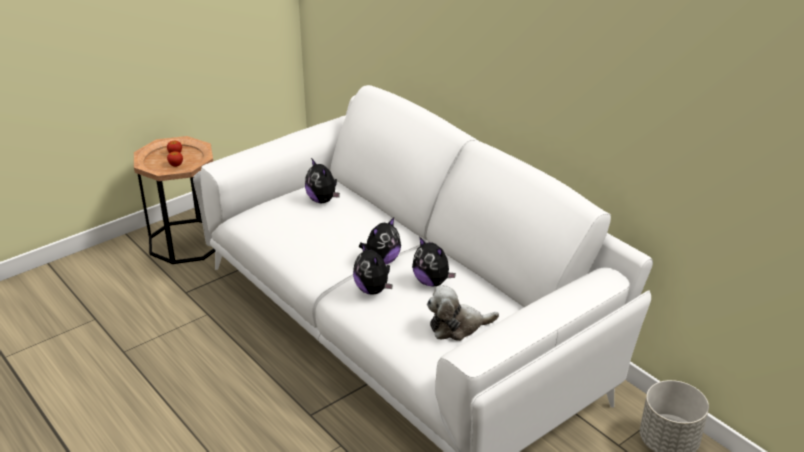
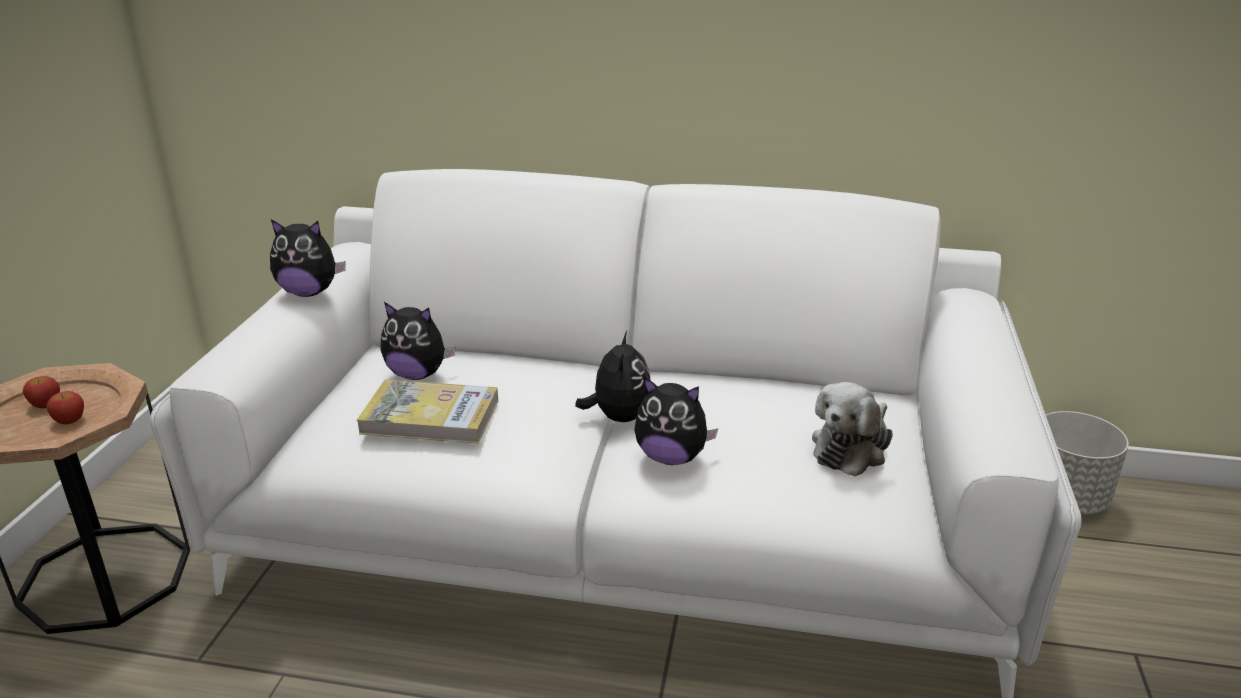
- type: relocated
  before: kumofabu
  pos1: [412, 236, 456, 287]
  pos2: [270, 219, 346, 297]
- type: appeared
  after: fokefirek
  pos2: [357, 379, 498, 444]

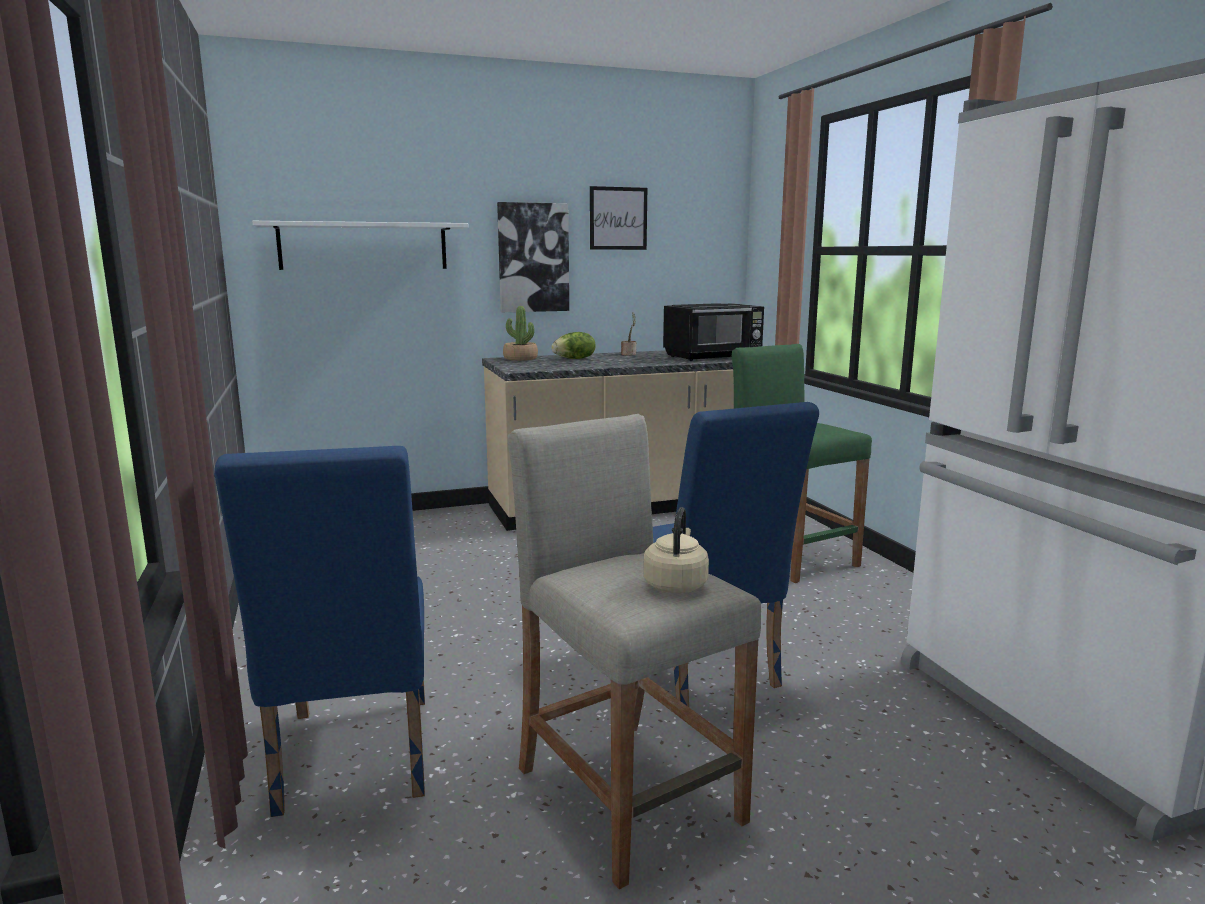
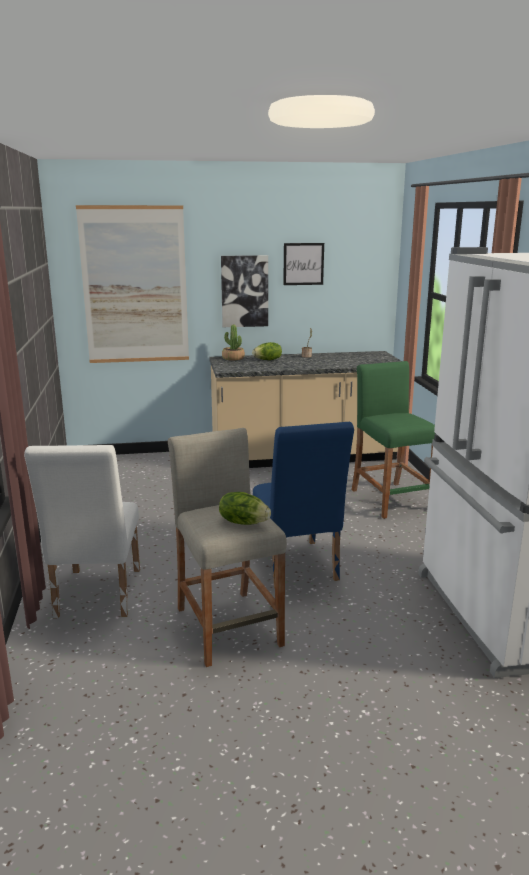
- type: exchanged
  before: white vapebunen
  after: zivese
  pos1: [253, 221, 469, 270]
  pos2: [76, 205, 189, 363]
- type: missing
  before: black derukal
  pos1: [663, 303, 764, 361]
- type: colour
  before: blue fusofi
  after: white fusofi
  pos1: [214, 446, 425, 817]
  pos2: [24, 445, 140, 618]
- type: exchanged
  before: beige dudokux
  after: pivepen
  pos1: [644, 507, 709, 593]
  pos2: [219, 492, 271, 525]

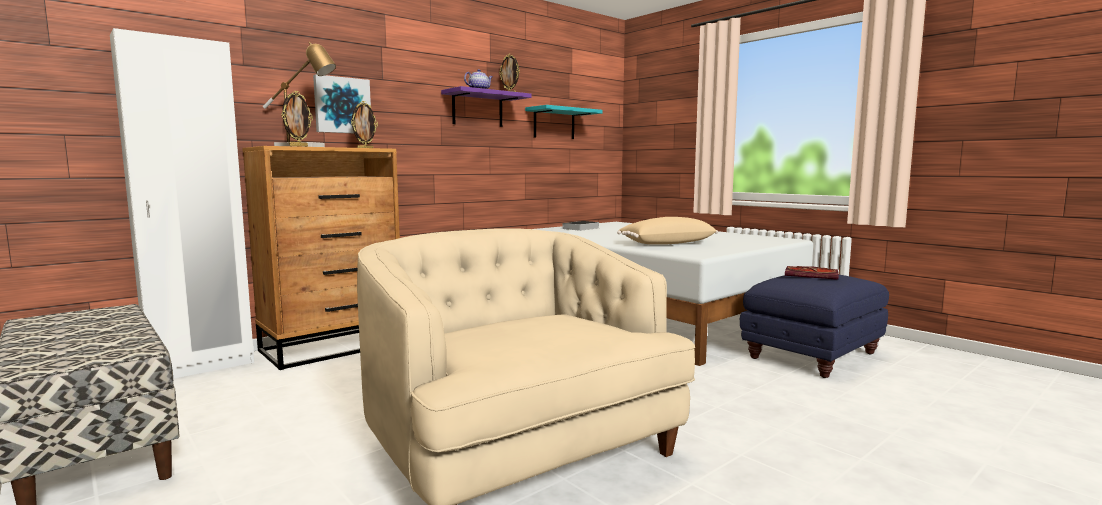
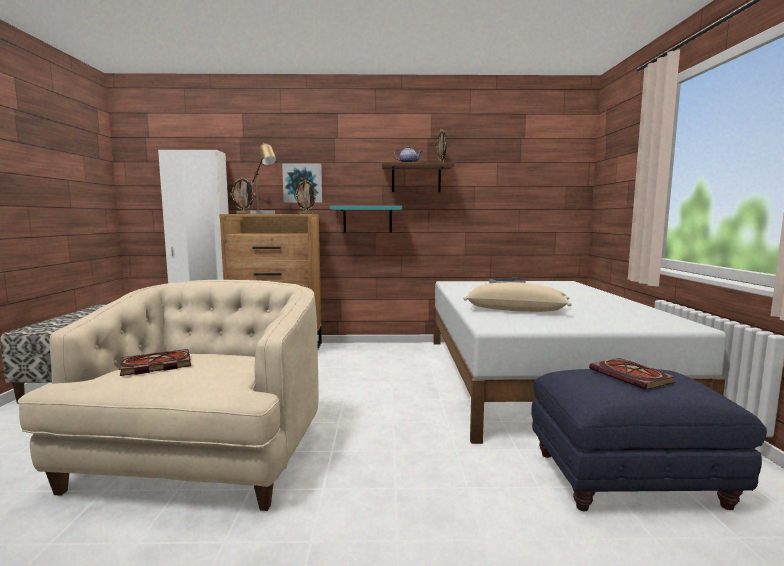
- type: colour
  before: purple vapebunen
  after: brown vapebunen
  pos1: [441, 86, 531, 127]
  pos2: [382, 162, 455, 192]
- type: relocated
  before: turquoise vapebunen
  pos1: [525, 105, 603, 139]
  pos2: [330, 206, 402, 232]
- type: appeared
  after: fokefirek
  pos2: [119, 349, 191, 376]

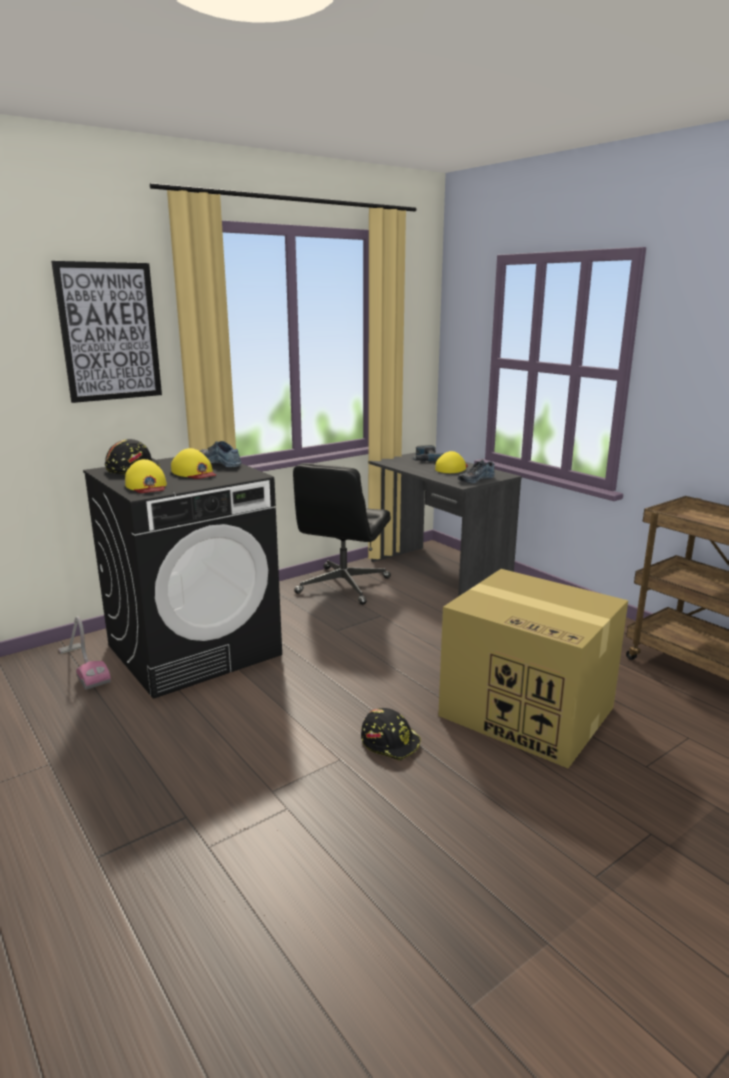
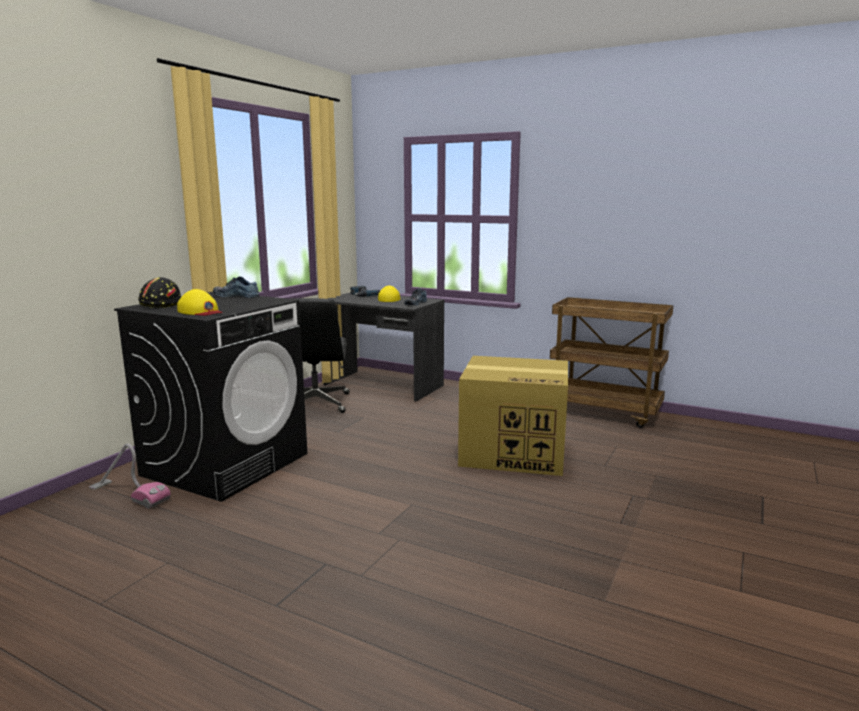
- type: missing
  before: zivese
  pos1: [51, 261, 162, 403]
- type: missing
  before: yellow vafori
  pos1: [171, 448, 216, 479]
- type: missing
  before: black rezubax
  pos1: [361, 708, 421, 761]

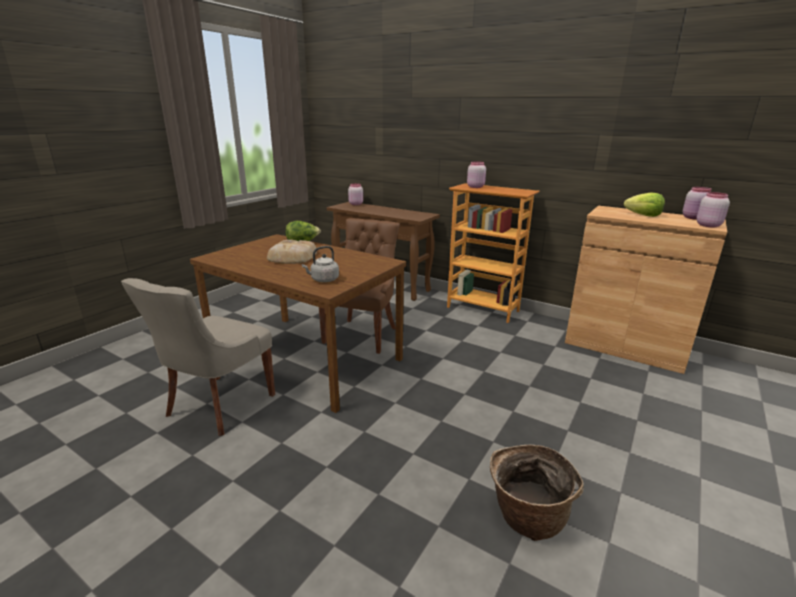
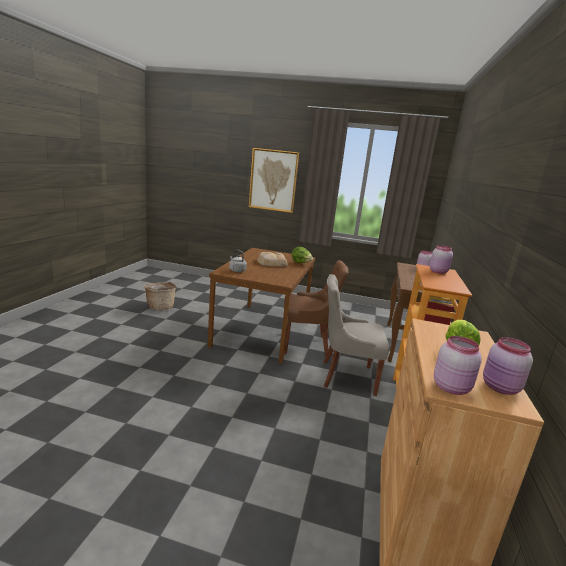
- type: relocated
  before: grey fusofi
  pos1: [121, 278, 275, 436]
  pos2: [323, 274, 389, 396]
- type: relocated
  before: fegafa
  pos1: [490, 445, 584, 541]
  pos2: [144, 282, 176, 310]
- type: appeared
  after: zivese
  pos2: [249, 148, 299, 213]

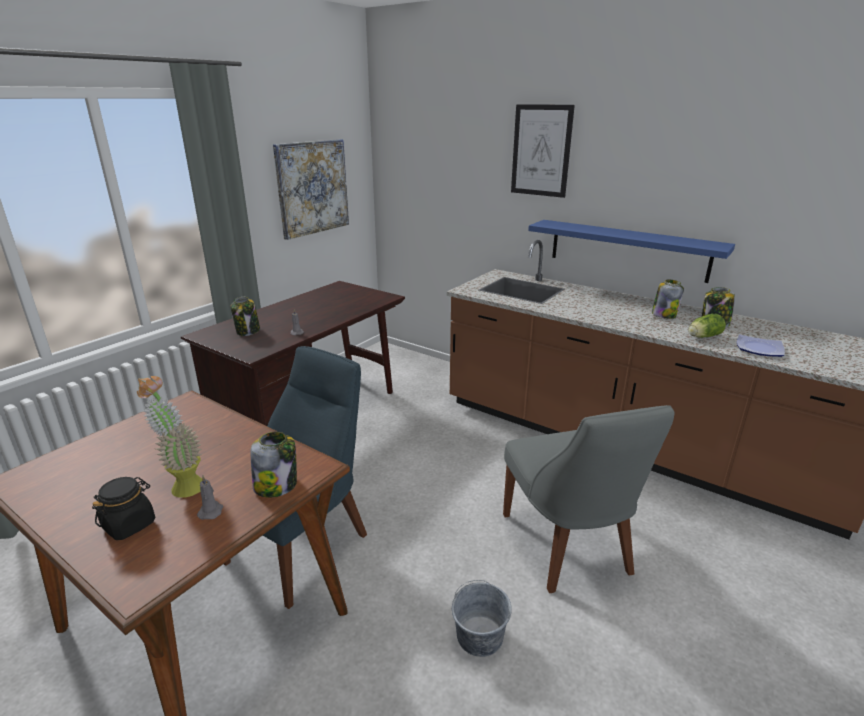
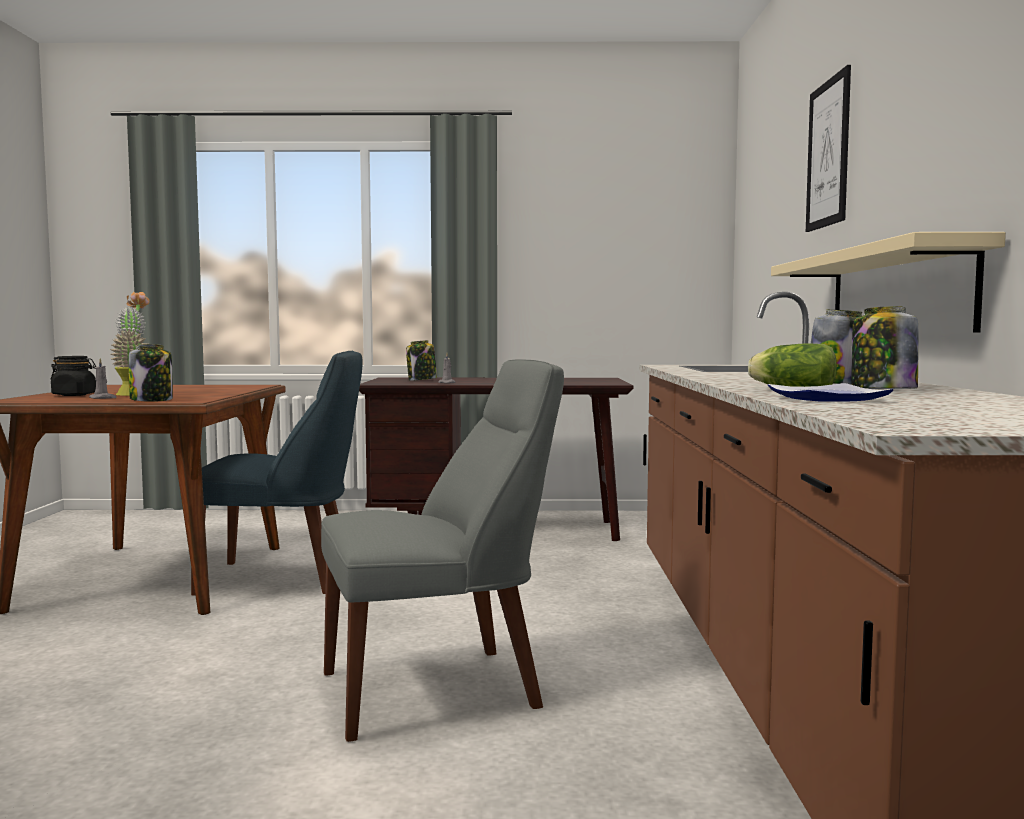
- type: missing
  before: zivese
  pos1: [273, 139, 349, 240]
- type: colour
  before: blue vapebunen
  after: beige vapebunen
  pos1: [528, 220, 735, 283]
  pos2: [771, 232, 1006, 332]
- type: spun
  before: grey fusofi
  pos1: [503, 405, 675, 593]
  pos2: [321, 359, 564, 742]
  turn: -150
- type: missing
  before: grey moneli
  pos1: [452, 580, 512, 657]

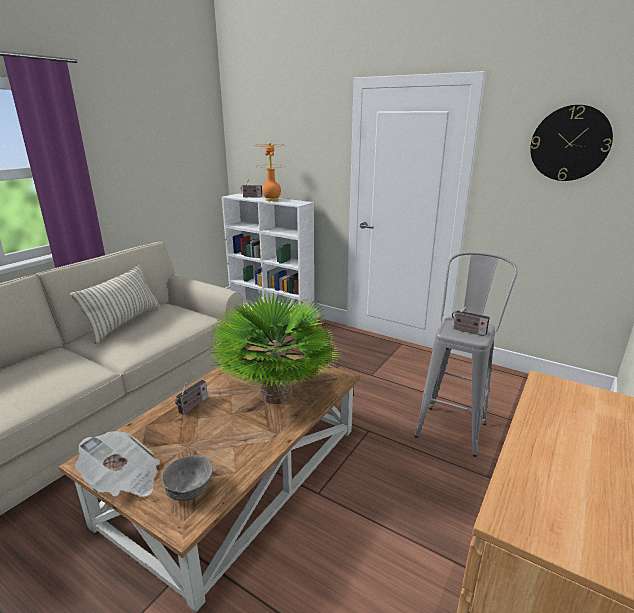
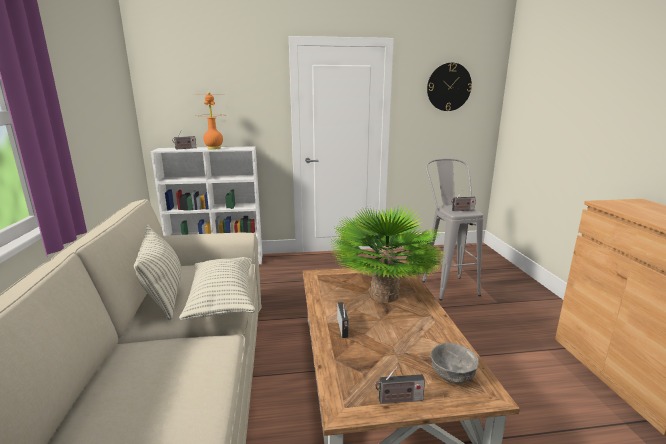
- type: exchanged
  before: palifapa
  after: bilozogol
  pos1: [75, 431, 160, 497]
  pos2: [375, 367, 425, 404]
- type: appeared
  after: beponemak
  pos2: [179, 257, 255, 320]

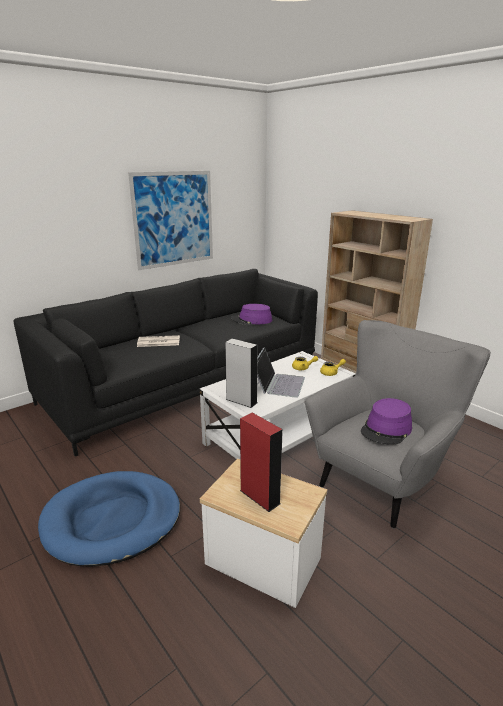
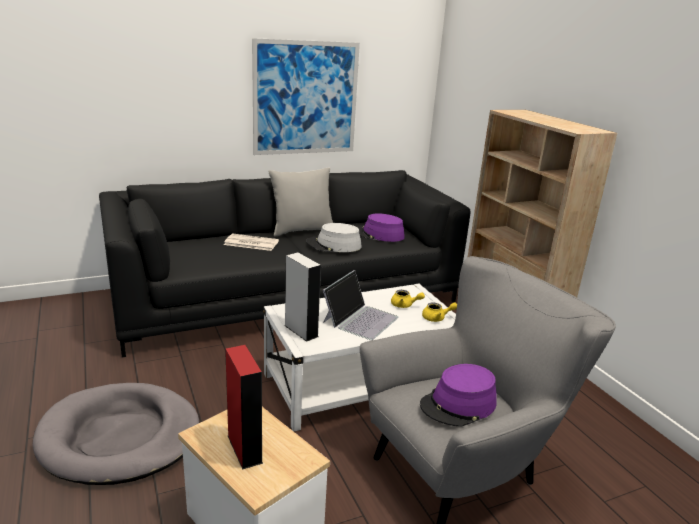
- type: colour
  before: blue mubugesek
  after: grey mubugesek
  pos1: [38, 471, 180, 567]
  pos2: [32, 383, 199, 485]
- type: appeared
  after: grey beponemak
  pos2: [268, 168, 333, 237]
- type: appeared
  after: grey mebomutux
  pos2: [306, 223, 362, 252]

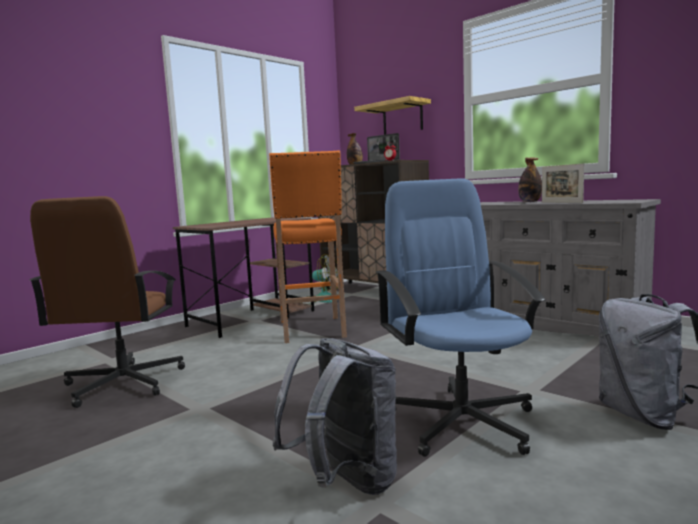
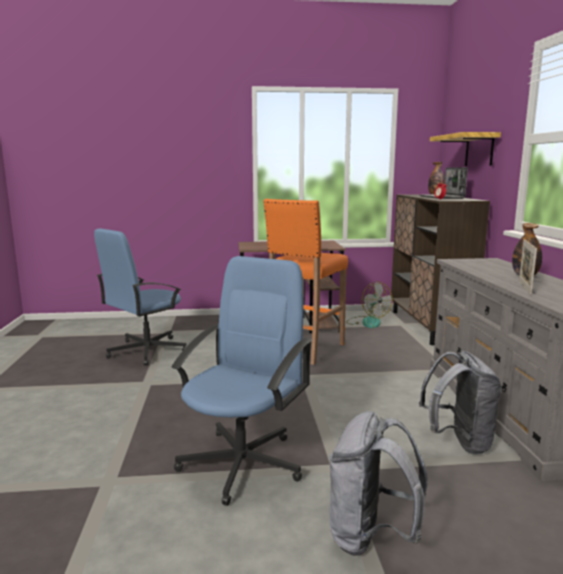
- type: colour
  before: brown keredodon
  after: blue keredodon
  pos1: [29, 196, 185, 408]
  pos2: [94, 229, 187, 365]
- type: relocated
  before: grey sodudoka
  pos1: [273, 338, 397, 495]
  pos2: [419, 351, 501, 454]

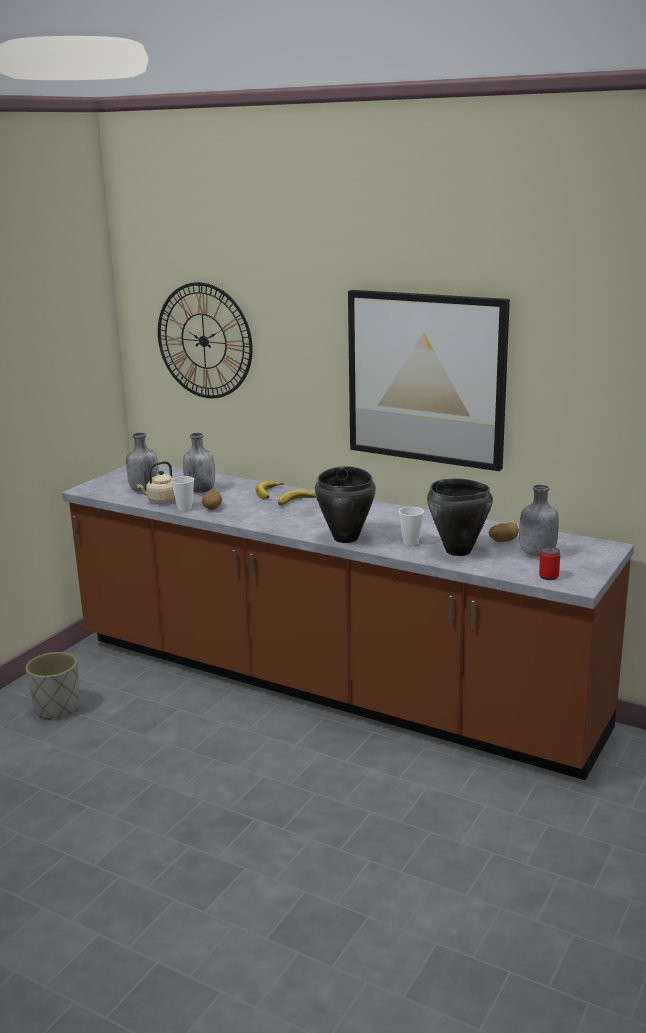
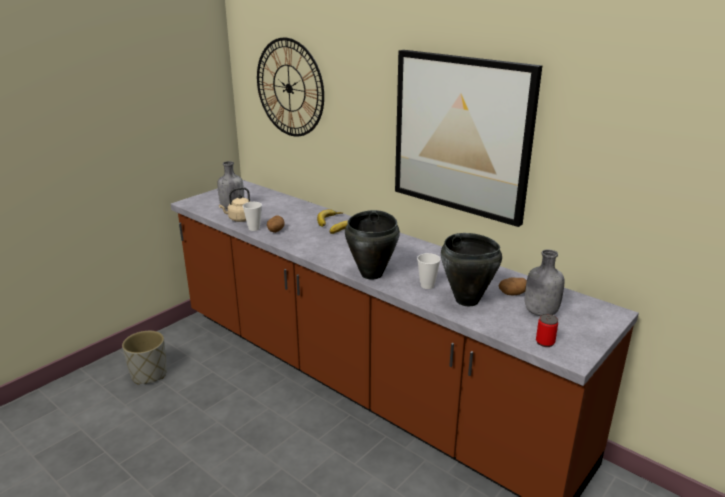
- type: missing
  before: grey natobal
  pos1: [183, 433, 215, 493]

